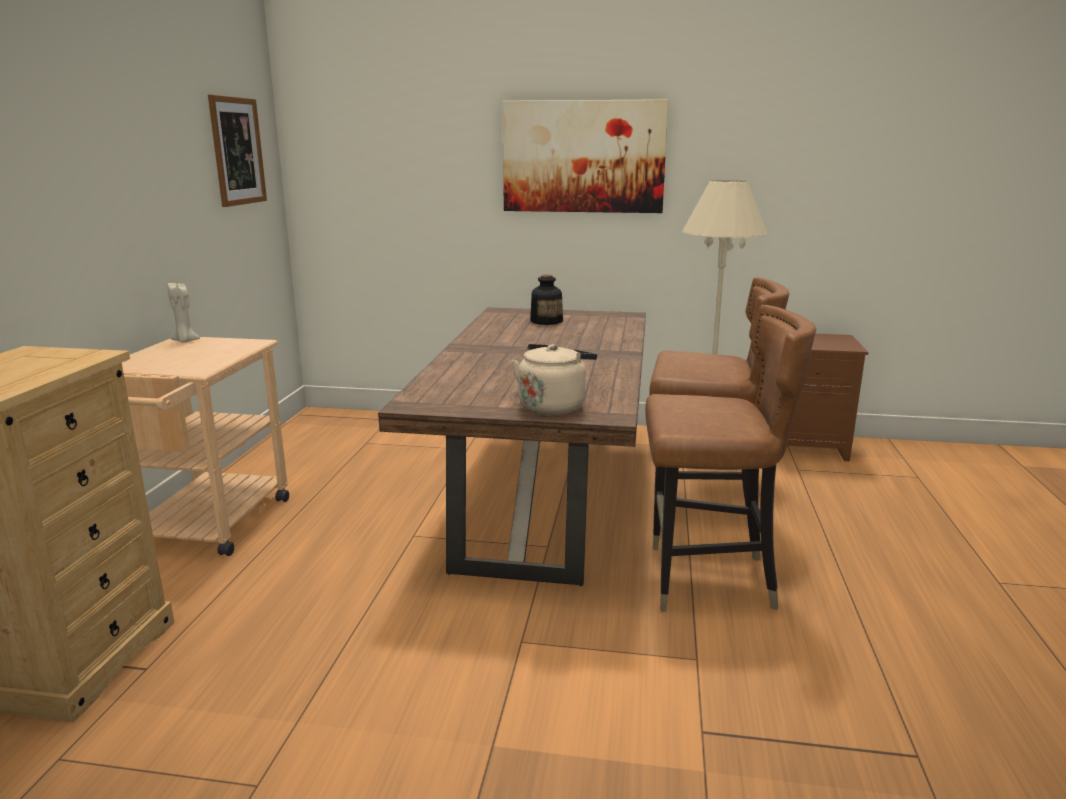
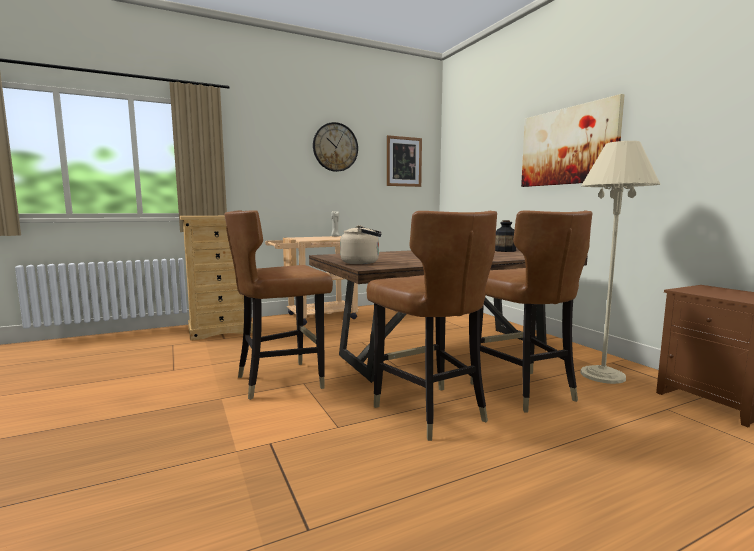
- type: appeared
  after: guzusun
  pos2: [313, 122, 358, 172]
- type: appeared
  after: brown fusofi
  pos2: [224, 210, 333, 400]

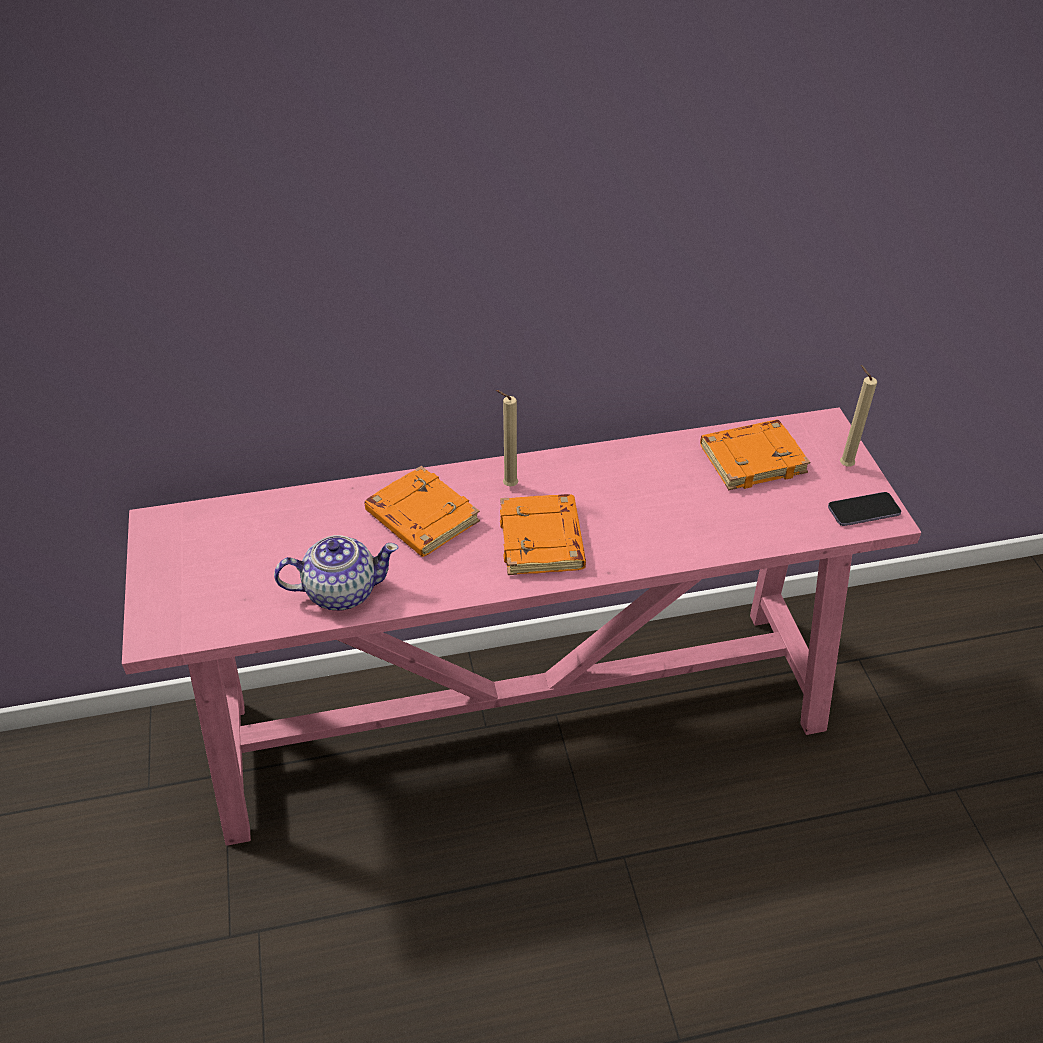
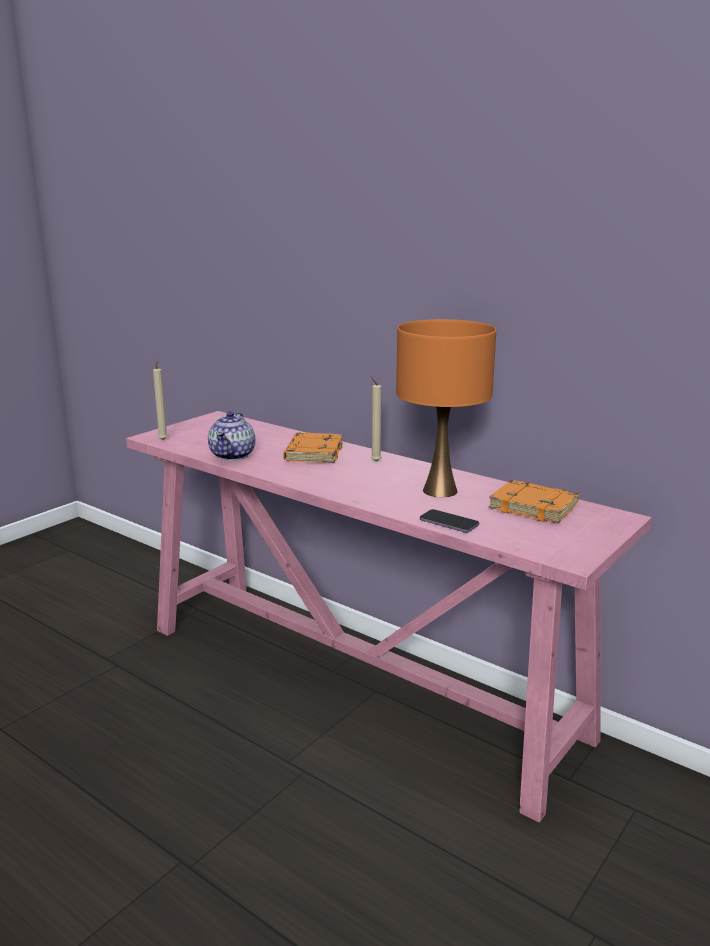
- type: relocated
  before: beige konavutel
  pos1: [840, 365, 877, 467]
  pos2: [153, 360, 168, 440]
- type: relocated
  before: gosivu
  pos1: [828, 492, 901, 526]
  pos2: [420, 509, 479, 533]
- type: missing
  before: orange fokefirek
  pos1: [500, 494, 586, 575]
- type: spun
  before: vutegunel
  pos1: [274, 535, 399, 610]
  pos2: [208, 411, 255, 461]
  turn: 60
- type: appeared
  after: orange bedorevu
  pos2: [396, 319, 496, 497]

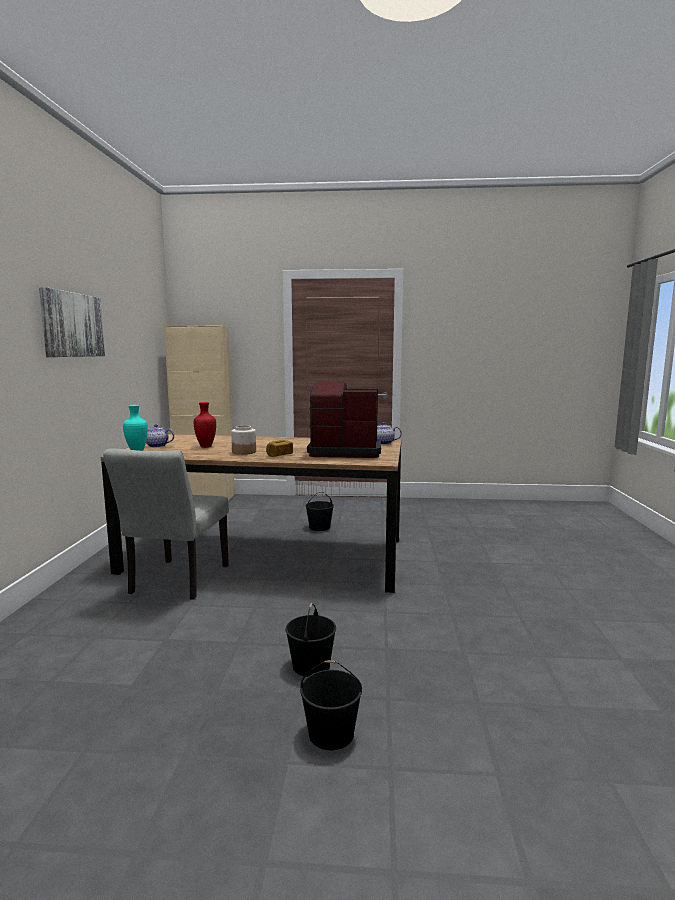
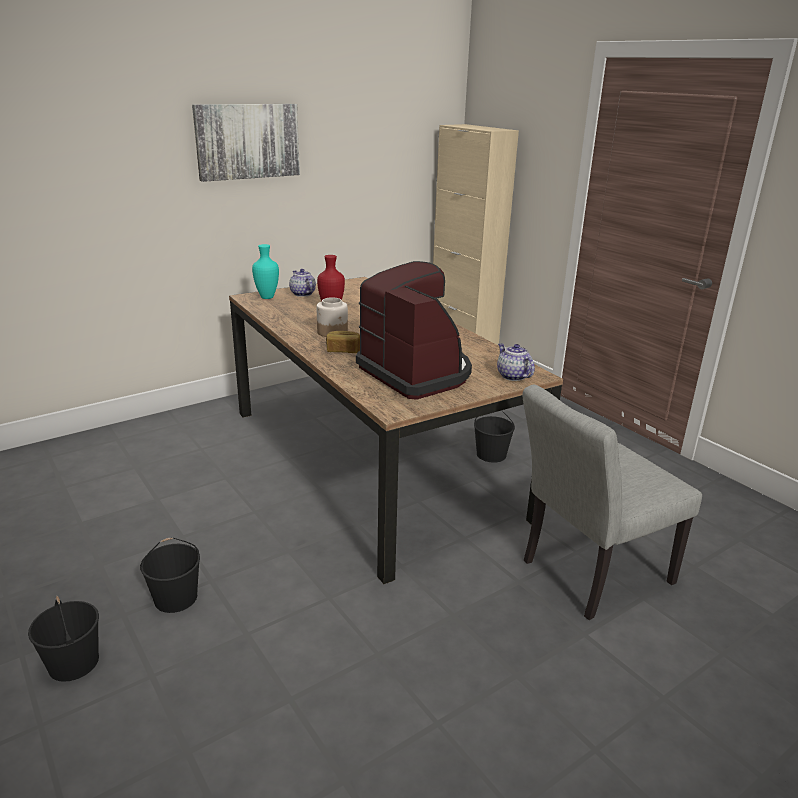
- type: relocated
  before: grey fusofi
  pos1: [103, 448, 229, 600]
  pos2: [523, 384, 702, 620]

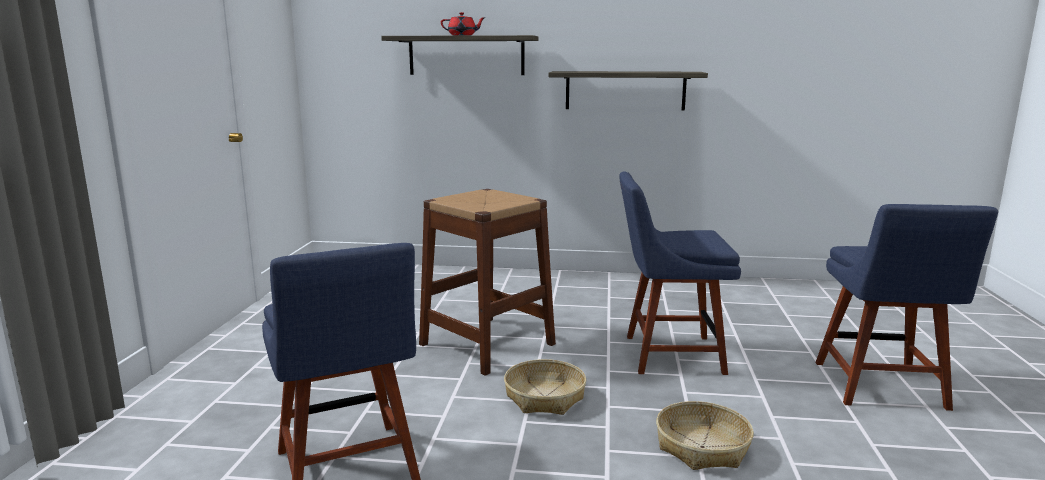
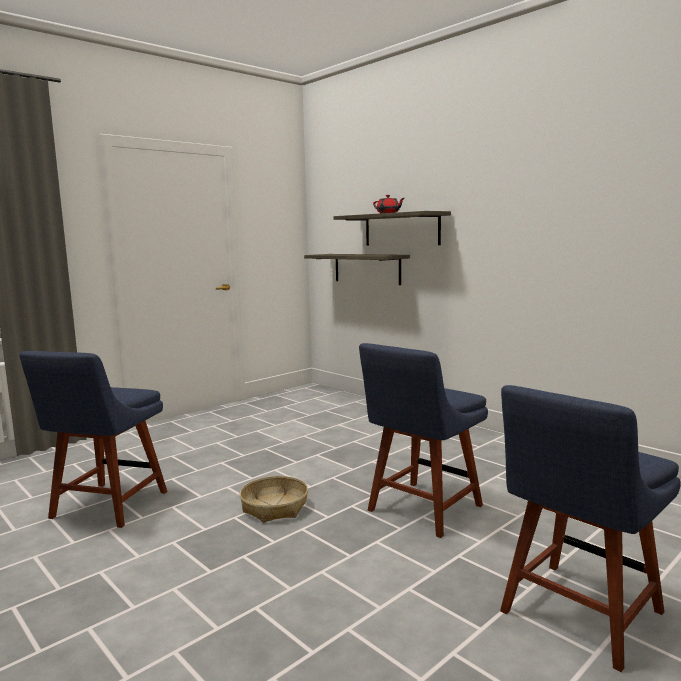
- type: relocated
  before: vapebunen
  pos1: [548, 71, 708, 111]
  pos2: [304, 254, 410, 285]
- type: spun
  before: blue fusofi
  pos1: [620, 171, 741, 375]
  pos2: [359, 343, 488, 538]
  turn: -90
- type: missing
  before: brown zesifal
  pos1: [419, 189, 556, 376]
- type: missing
  before: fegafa
  pos1: [656, 401, 754, 470]

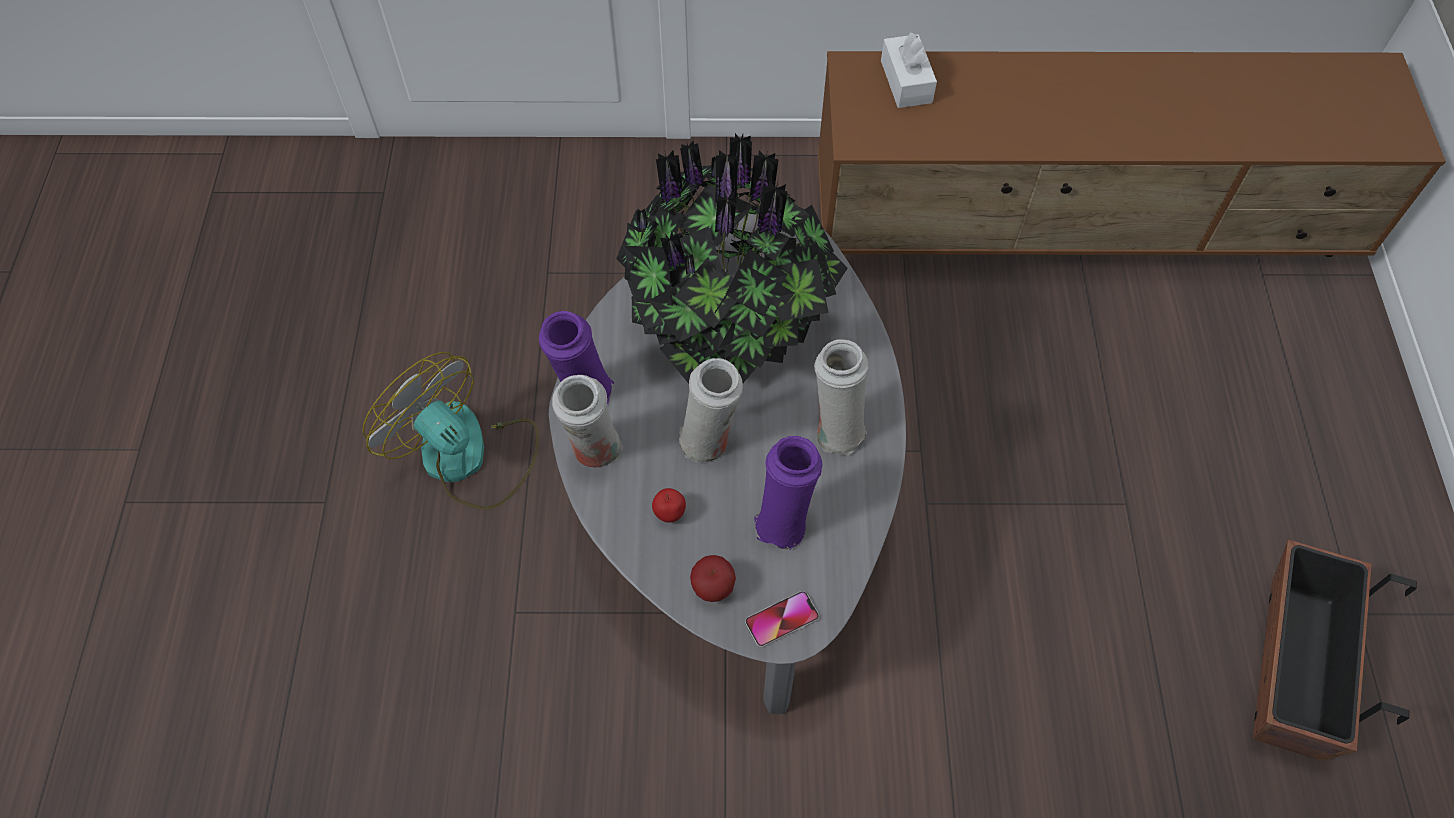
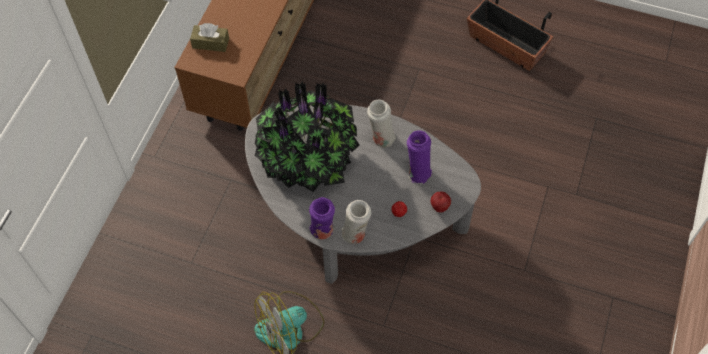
- type: colour
  before: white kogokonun
  after: brown kogokonun
  pos1: [881, 32, 937, 108]
  pos2: [190, 23, 229, 52]
- type: missing
  before: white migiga
  pos1: [679, 358, 743, 462]
- type: missing
  before: gosivu
  pos1: [745, 591, 819, 648]

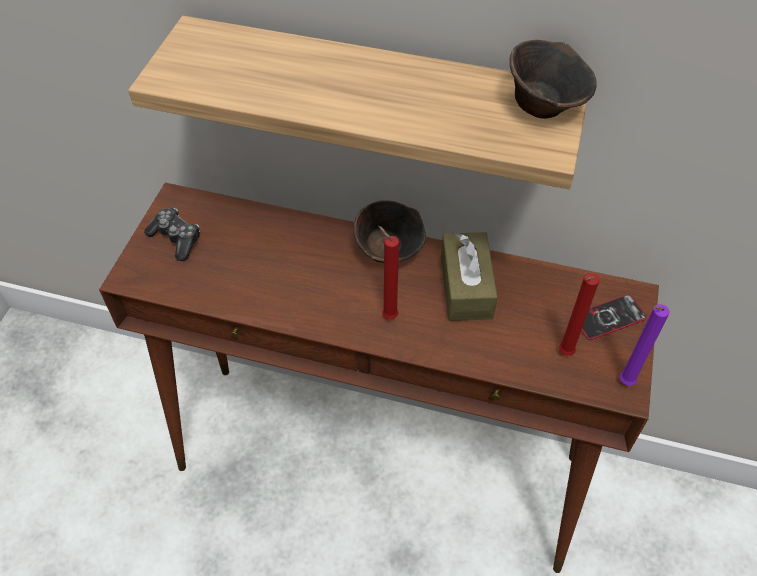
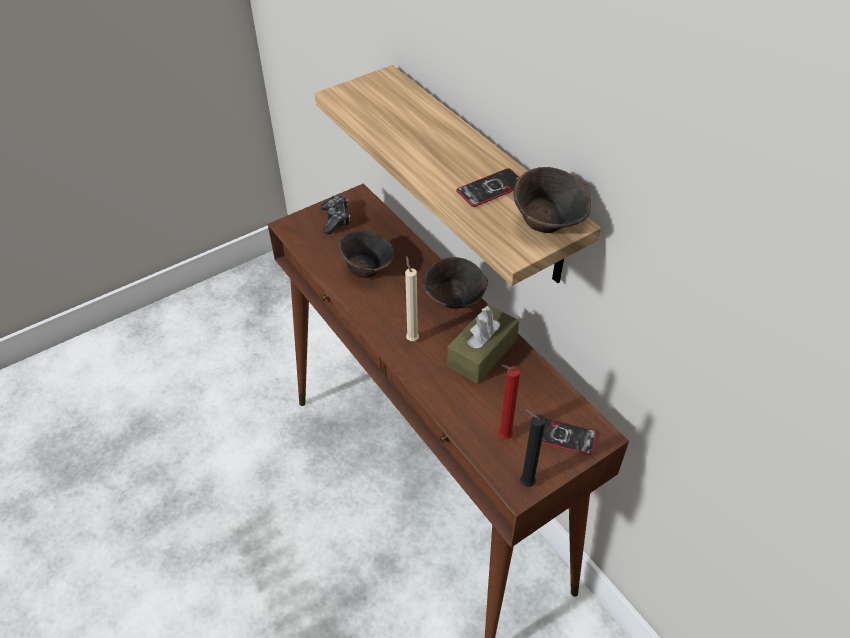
- type: colour
  before: red konavutel
  after: beige konavutel
  pos1: [378, 226, 399, 319]
  pos2: [405, 256, 419, 341]
- type: colour
  before: purple konavutel
  after: black konavutel
  pos1: [620, 304, 670, 386]
  pos2: [520, 409, 546, 487]
- type: appeared
  after: gosivu
  pos2: [456, 168, 519, 207]
- type: appeared
  after: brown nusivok
  pos2: [338, 229, 394, 278]

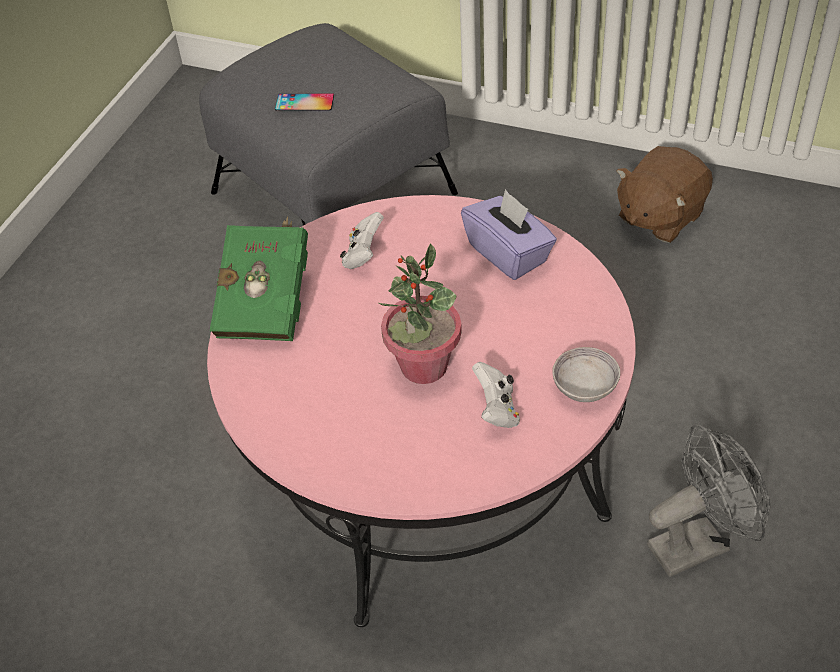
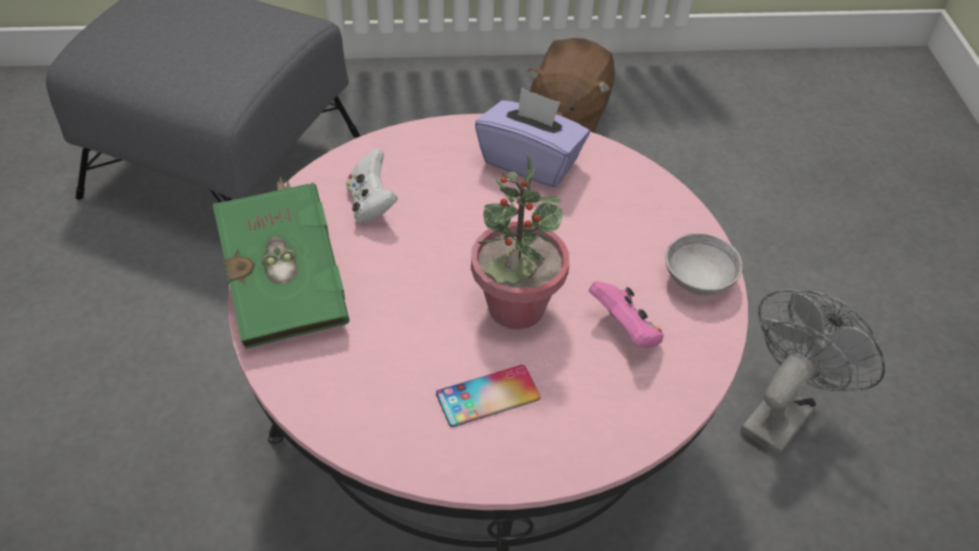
- type: relocated
  before: gosivu
  pos1: [275, 93, 334, 111]
  pos2: [436, 365, 540, 427]
- type: colour
  before: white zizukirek
  after: pink zizukirek
  pos1: [472, 362, 520, 428]
  pos2: [589, 281, 664, 349]

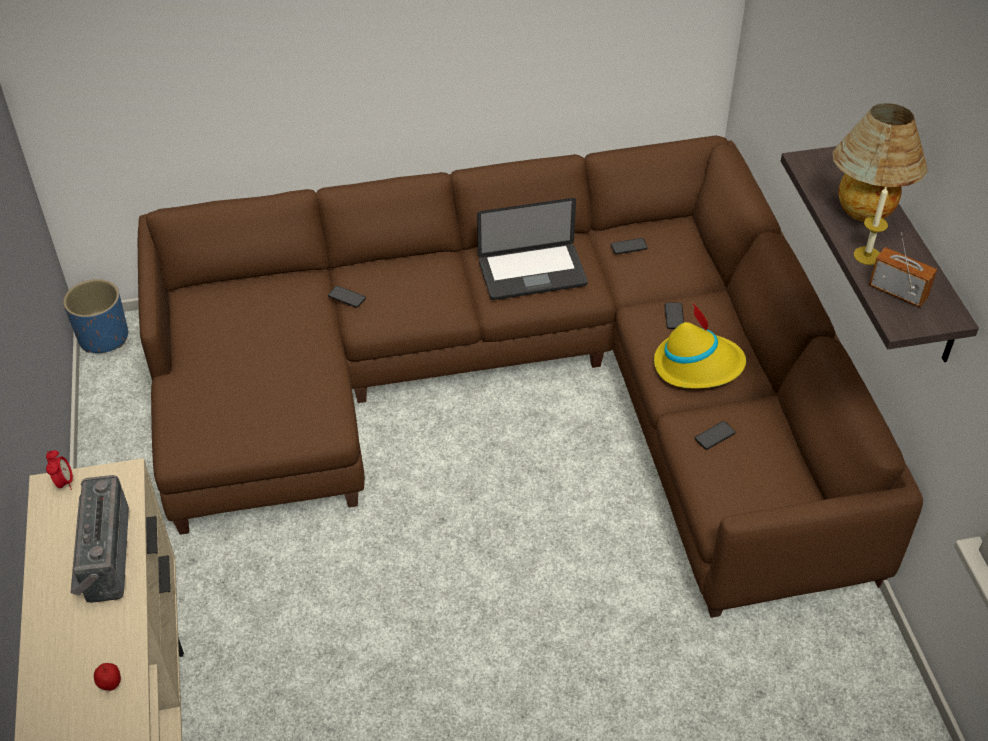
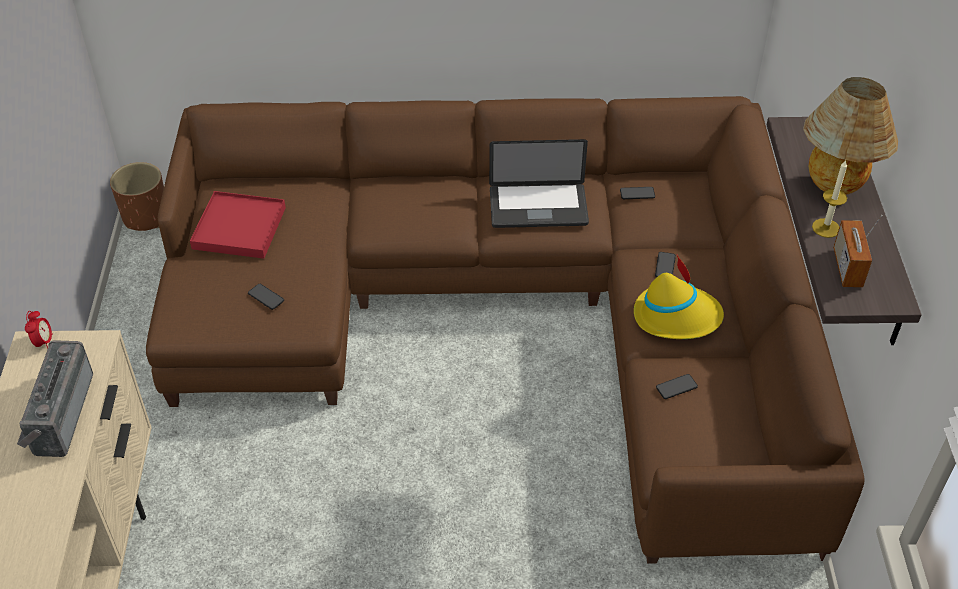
- type: spun
  before: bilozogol
  pos1: [869, 232, 937, 308]
  pos2: [833, 215, 883, 287]
  turn: -135
- type: colour
  before: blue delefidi
  after: brown delefidi
  pos1: [63, 279, 128, 353]
  pos2: [110, 162, 164, 231]
- type: relocated
  before: gosivu
  pos1: [328, 286, 366, 308]
  pos2: [248, 284, 284, 310]
- type: missing
  before: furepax
  pos1: [94, 663, 121, 691]
- type: appeared
  after: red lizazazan
  pos2: [190, 191, 286, 259]

